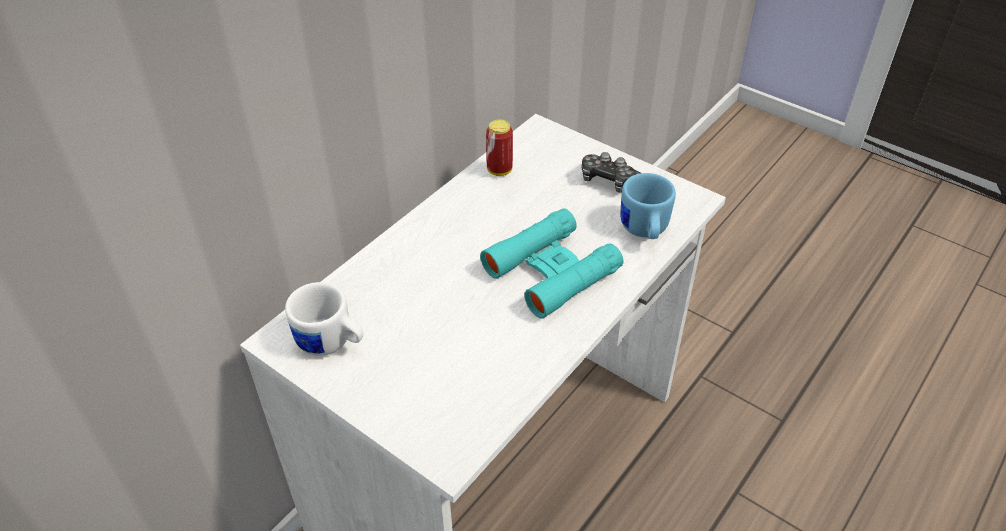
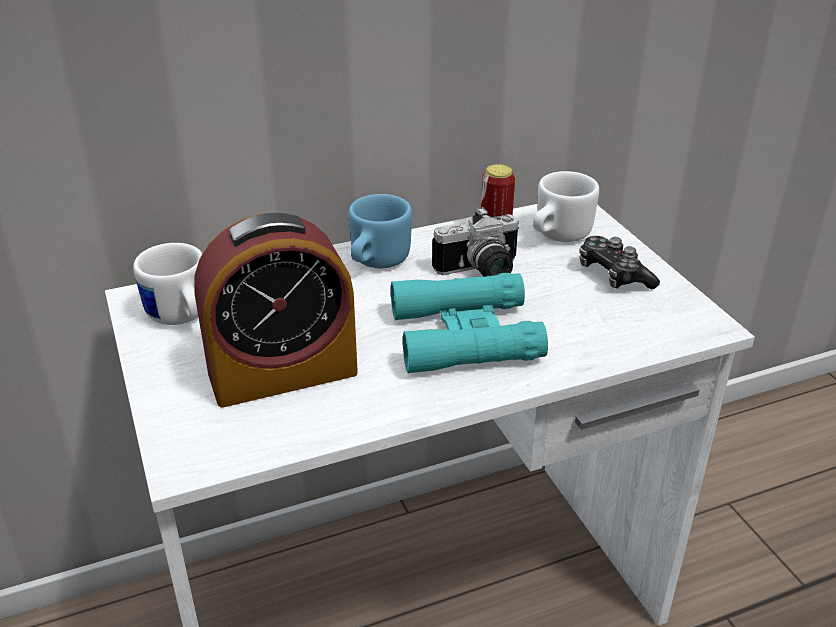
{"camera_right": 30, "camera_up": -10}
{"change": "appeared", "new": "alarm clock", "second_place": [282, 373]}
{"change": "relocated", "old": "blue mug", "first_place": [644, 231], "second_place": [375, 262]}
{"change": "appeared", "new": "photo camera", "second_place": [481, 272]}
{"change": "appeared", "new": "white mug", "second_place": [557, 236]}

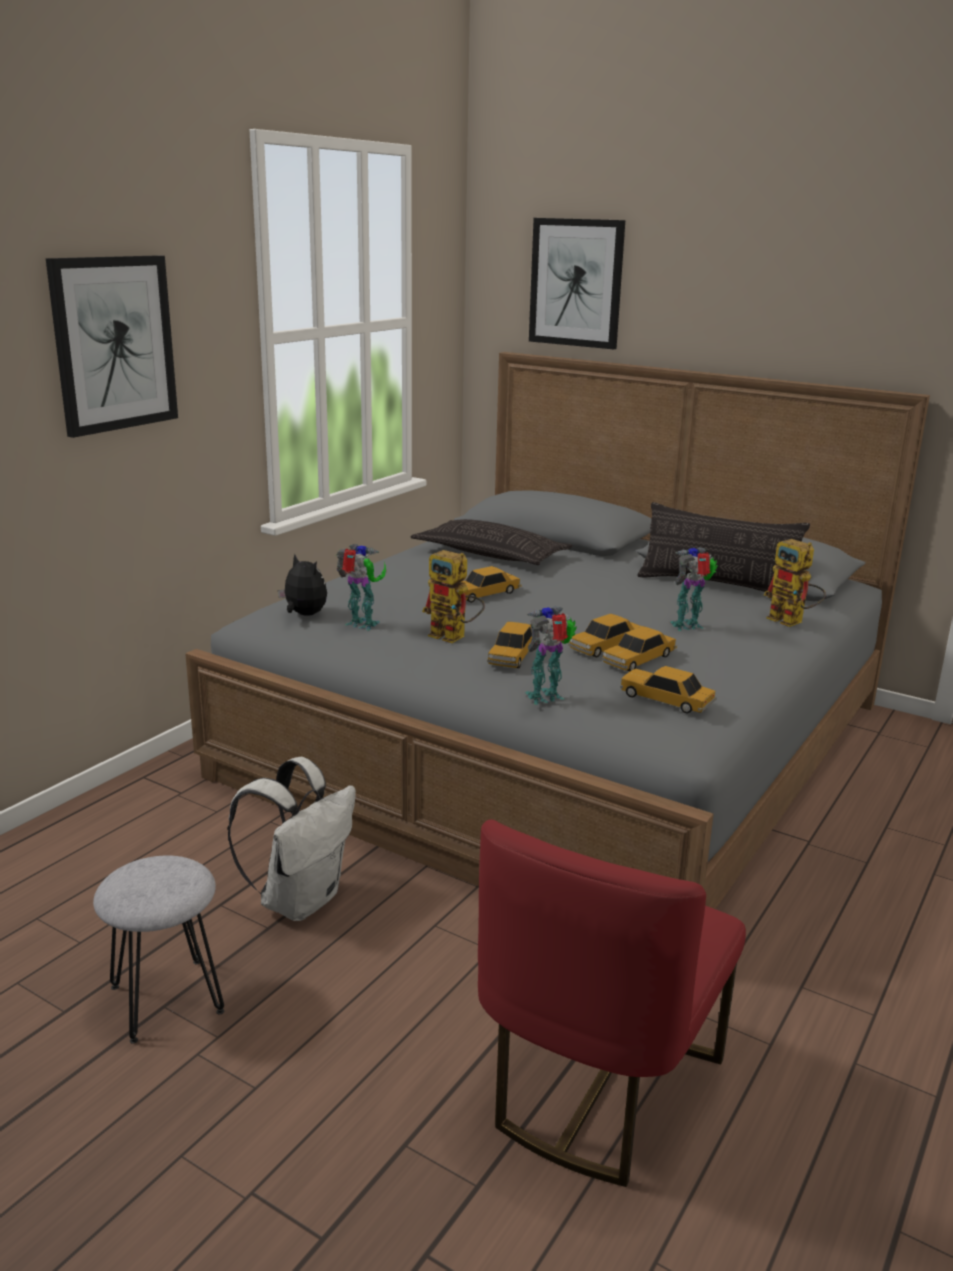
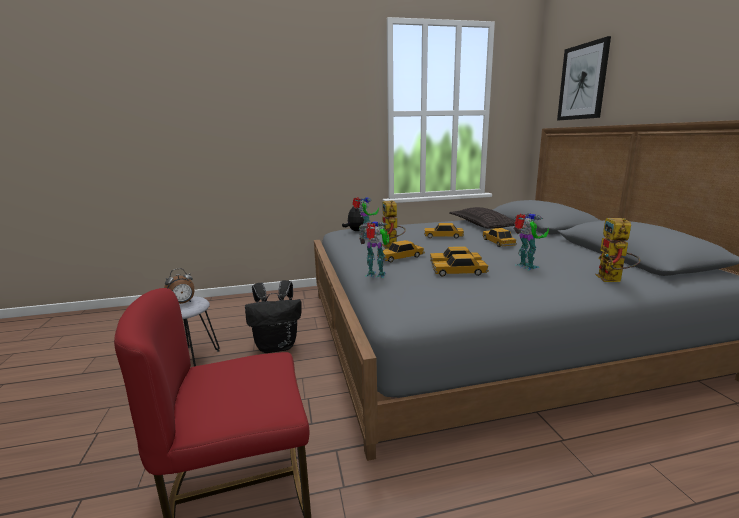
{"camera_right": 45, "camera_up": -5}
{"change": "appeared", "new": "alarm clock", "second_place": [182, 303]}
{"change": "colour", "old": "white backpack", "new": "black backpack", "first_place": [300, 899], "second_place": [277, 346]}
{"change": "relocated", "old": "toy car", "first_place": [666, 700], "second_place": [498, 242]}
{"change": "spun", "old": "toy robot", "first_place": [689, 626], "second_place": [526, 267], "degrees": 45}
{"change": "missing", "old": "picture", "first_place": [114, 344]}
{"change": "missing", "old": "pillow", "first_place": [717, 586]}

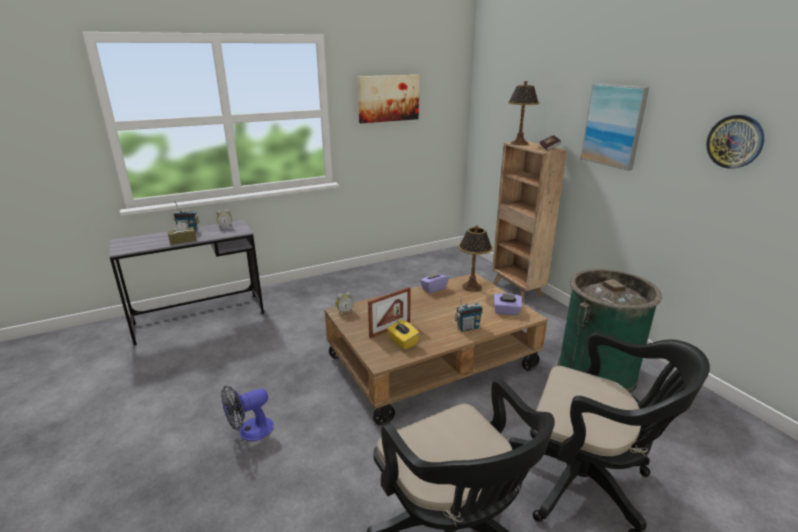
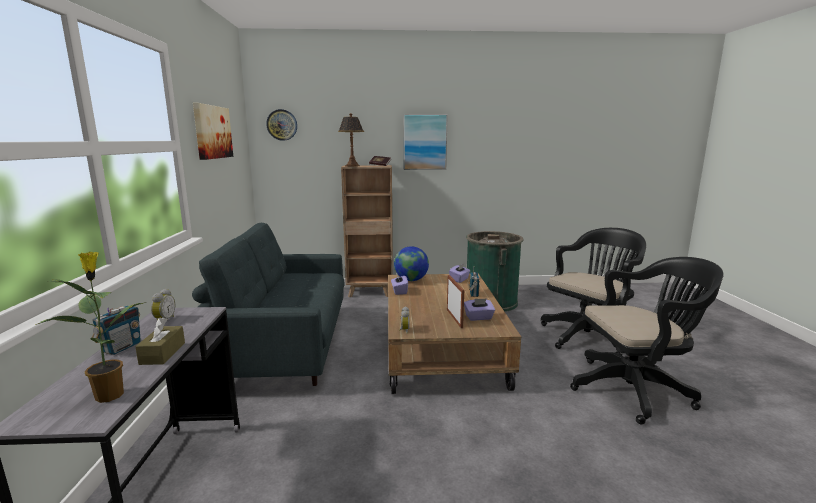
{"camera_right": -65, "camera_up": -10}
{"change": "appeared", "new": "potted plant", "second_place": [110, 394]}
{"change": "appeared", "new": "grey sofa", "second_place": [286, 347]}
{"change": "relocated", "old": "wall clock", "first_place": [735, 141], "second_place": [282, 125]}
{"change": "exchanged", "old": "table lamp", "new": "globe", "first_place": [472, 287], "second_place": [411, 280]}
{"change": "colour", "old": "yellow tissue box", "new": "purple tissue box", "first_place": [402, 342], "second_place": [479, 317]}
{"change": "missing", "old": "fan", "first_place": [250, 431]}

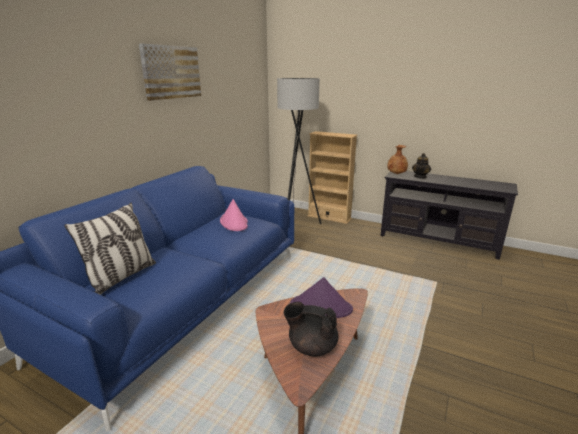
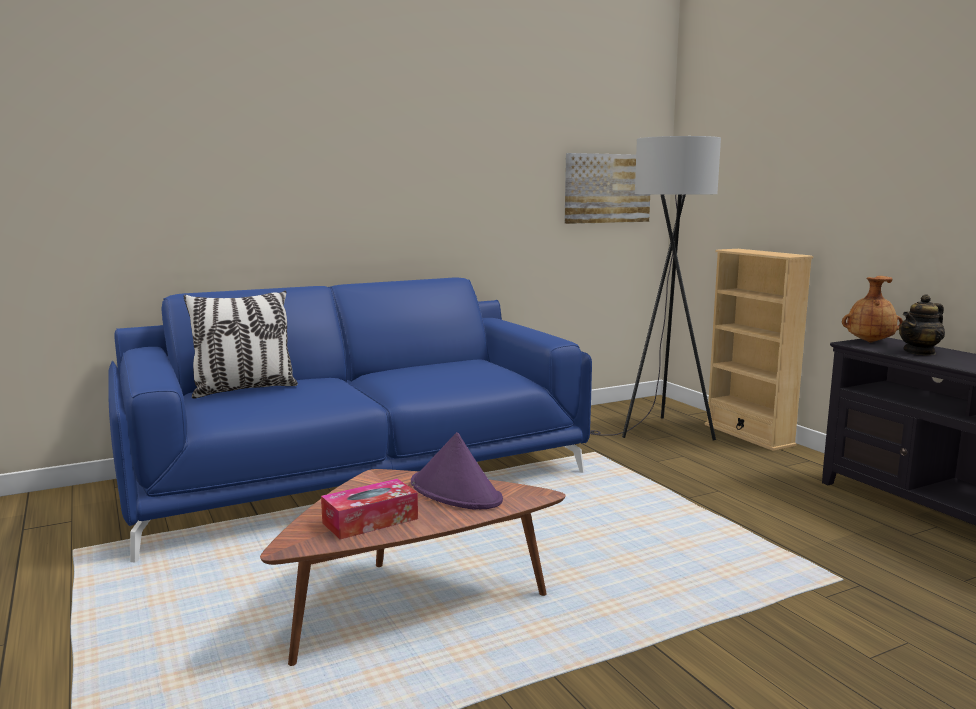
{"camera_right": 35, "camera_up": -10}
{"change": "exchanged", "old": "black teapot", "new": "tissue box", "first_place": [311, 347], "second_place": [370, 521]}
{"change": "relocated", "old": "picture", "first_place": [171, 72], "second_place": [607, 188]}
{"change": "missing", "old": "pink hat", "first_place": [234, 222]}

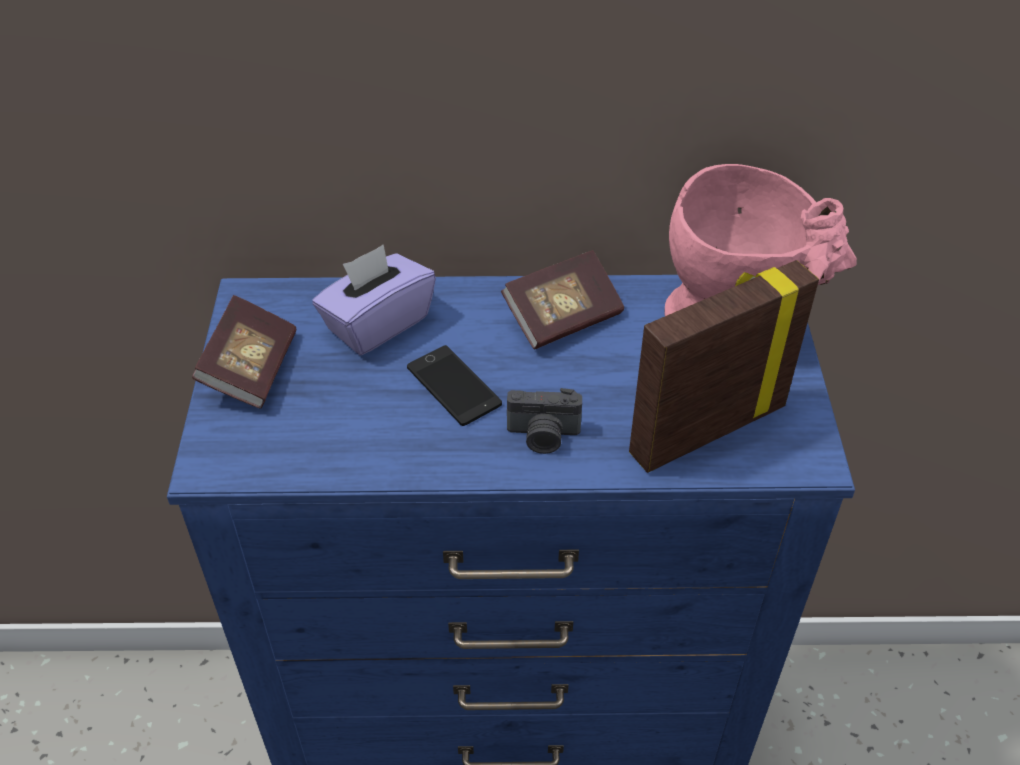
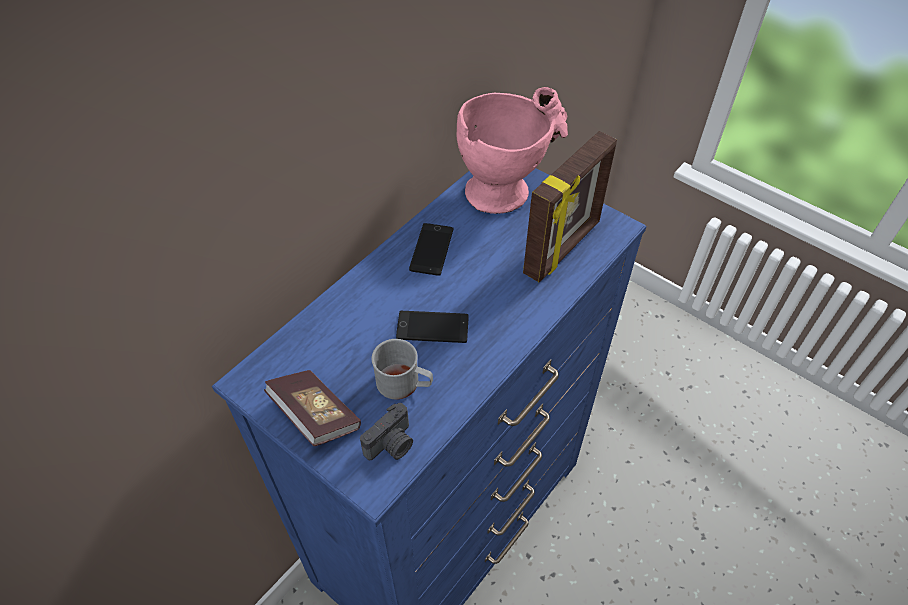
{"camera_right": -50, "camera_up": 5}
{"change": "relocated", "old": "photo camera", "first_place": [543, 436], "second_place": [392, 445]}
{"change": "appeared", "new": "grey mug", "second_place": [404, 384]}
{"change": "exchanged", "old": "book", "new": "phone", "first_place": [562, 317], "second_place": [431, 249]}
{"change": "spun", "old": "picture frame", "first_place": [706, 428], "second_place": [563, 248], "degrees": -150}
{"change": "missing", "old": "purple tissue box", "first_place": [377, 323]}

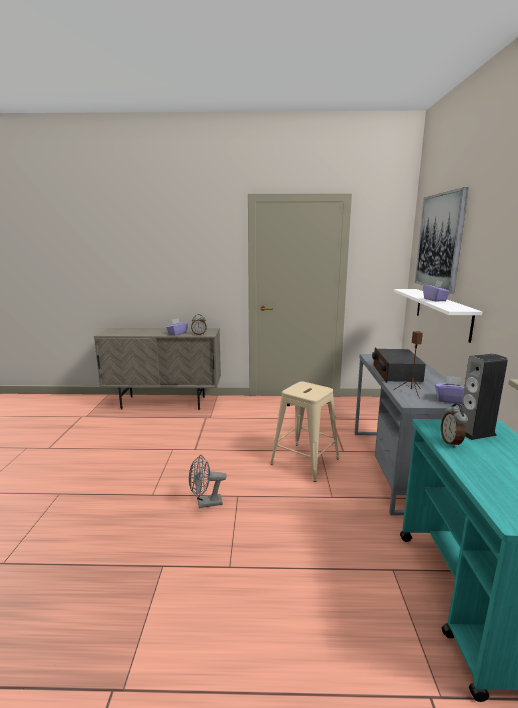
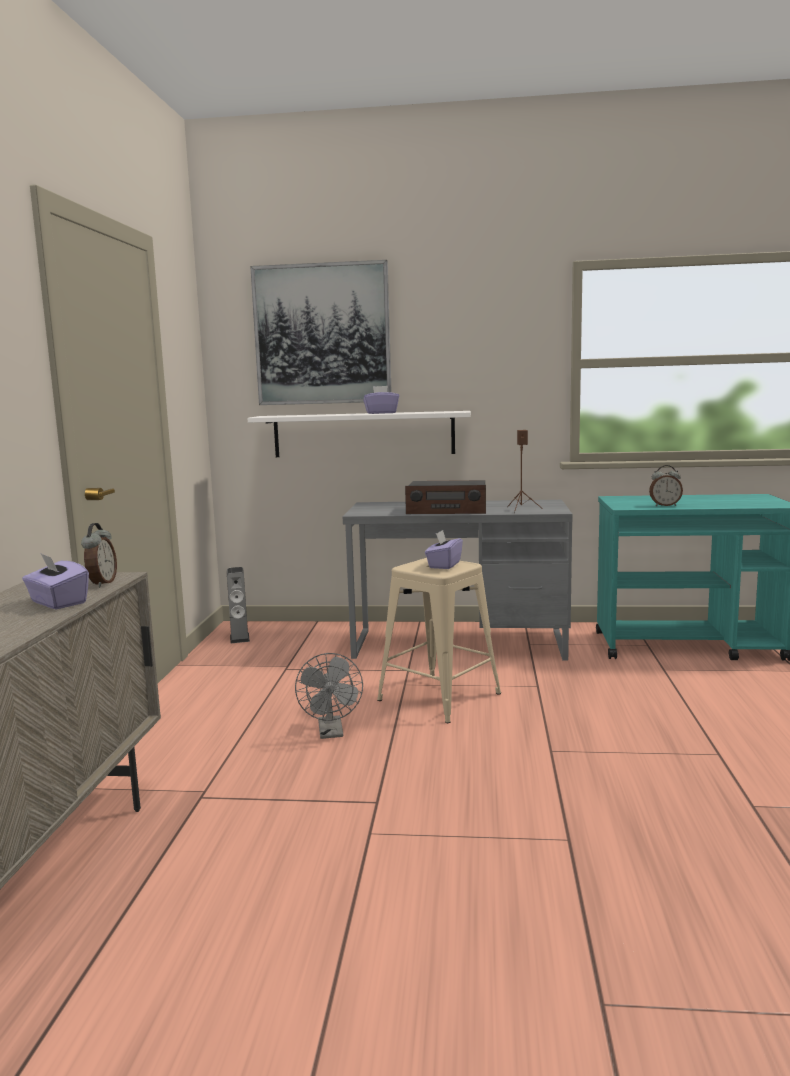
{"camera_right": -85, "camera_up": -5}
{"change": "relocated", "old": "speaker", "first_place": [475, 433], "second_place": [239, 638]}
{"change": "relocated", "old": "grey fan", "first_place": [205, 503], "second_place": [331, 733]}
{"change": "relocated", "old": "purple tissue box", "first_place": [450, 400], "second_place": [444, 565]}

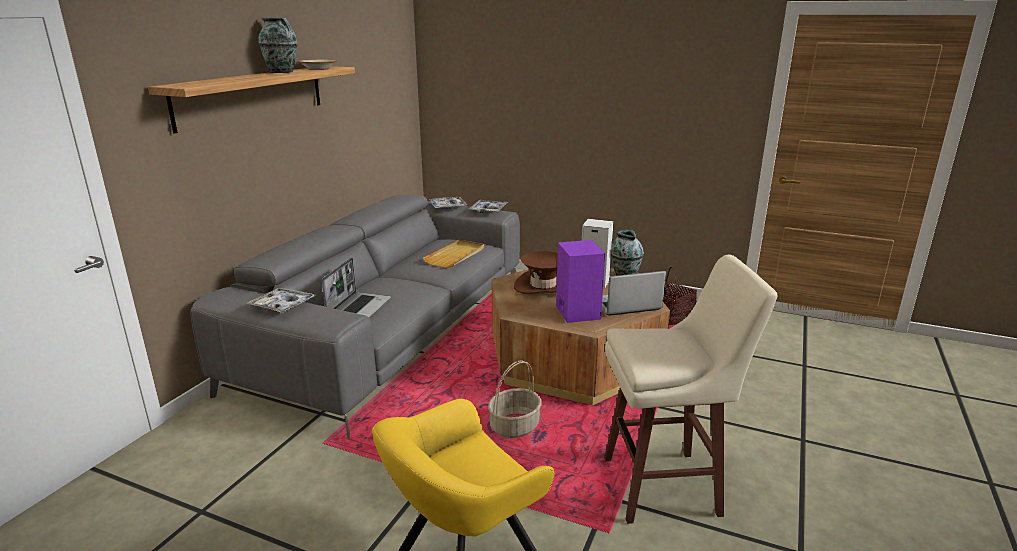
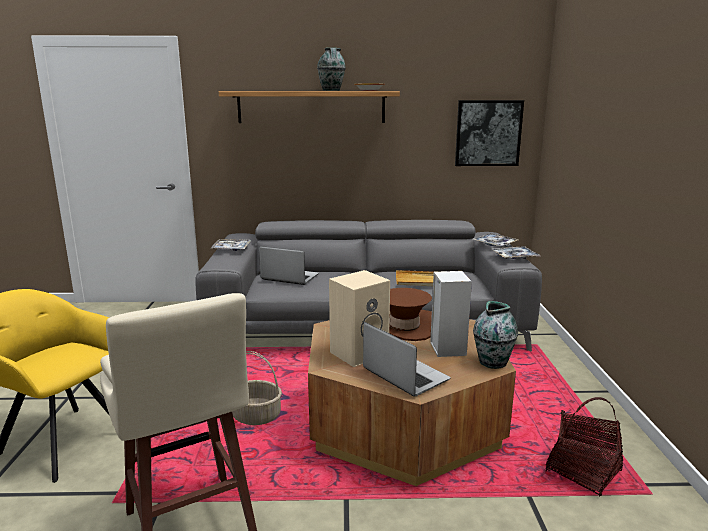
{"camera_right": 65, "camera_up": -5}
{"change": "spun", "old": "laptop", "first_place": [359, 308], "second_place": [289, 277], "degrees": -150}
{"change": "colour", "old": "purple speaker", "new": "beige speaker", "first_place": [576, 312], "second_place": [359, 352]}
{"change": "appeared", "new": "picture", "second_place": [488, 133]}

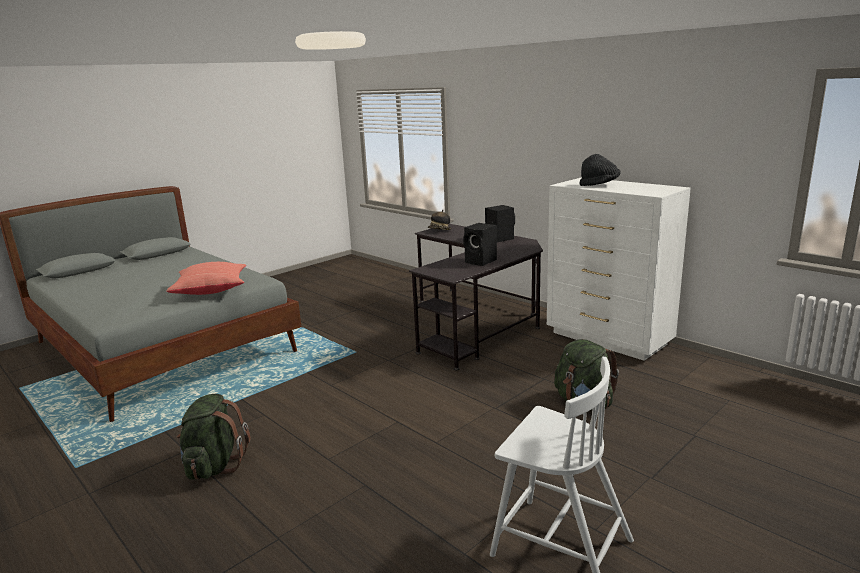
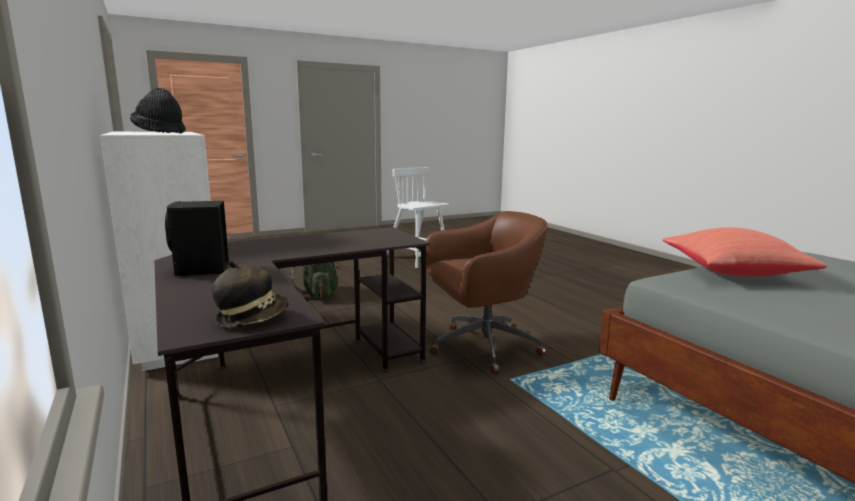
{"camera_right": -165, "camera_up": -5}
{"change": "appeared", "new": "brown office chair", "second_place": [481, 347]}
{"change": "missing", "old": "green backpack", "first_place": [214, 465]}
{"change": "missing", "old": "black speaker", "first_place": [481, 261]}

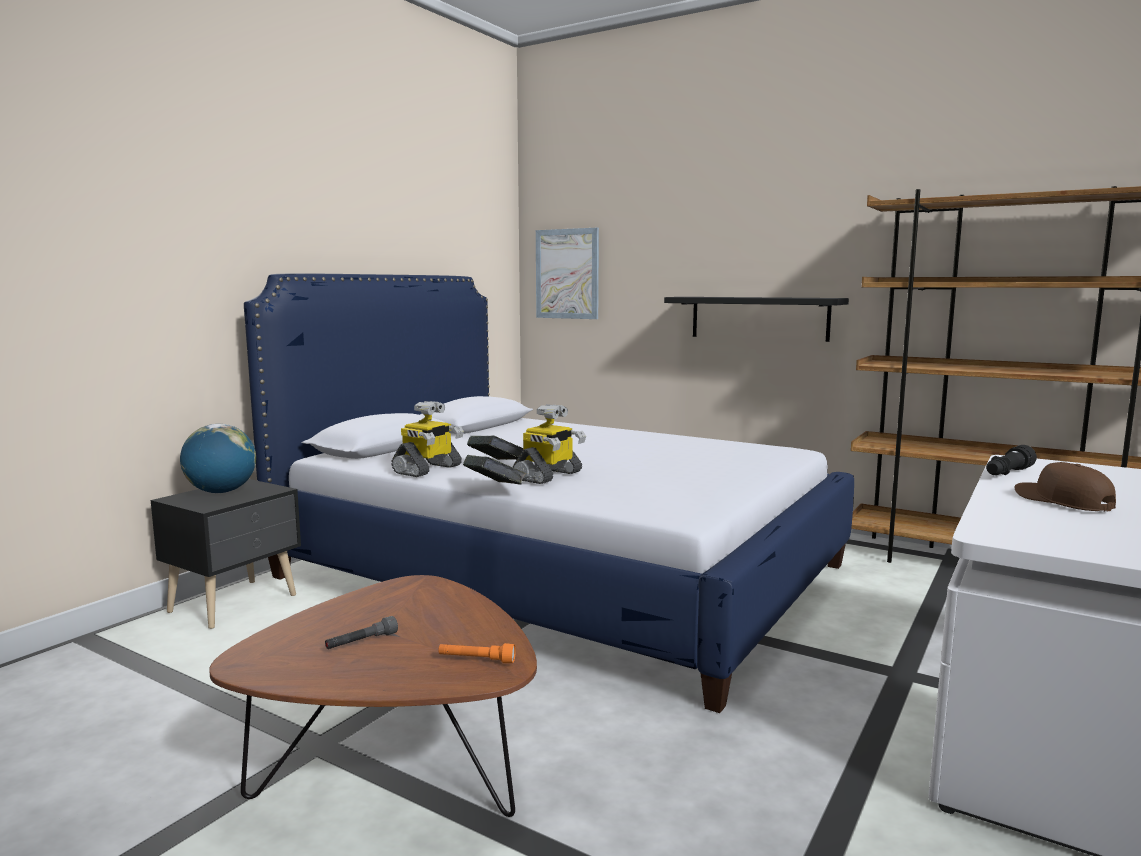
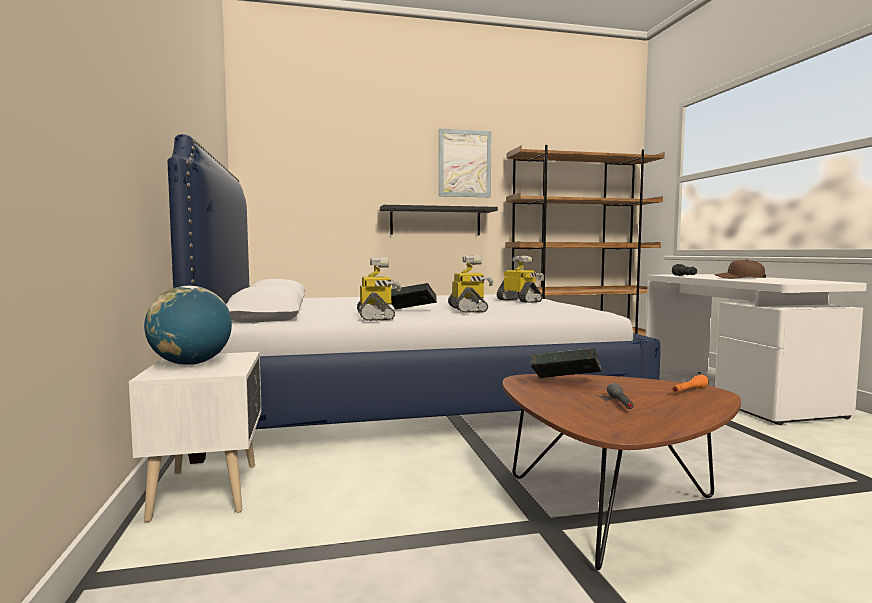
{"camera_right": -45, "camera_up": -5}
{"change": "colour", "old": "black nightstand", "new": "white nightstand", "first_place": [236, 603], "second_place": [209, 489]}
{"change": "relocated", "old": "picture", "first_place": [567, 274], "second_place": [464, 163]}
{"change": "appeared", "new": "toy robot", "second_place": [520, 301]}
{"change": "relocated", "old": "book", "first_place": [494, 490], "second_place": [565, 384]}

